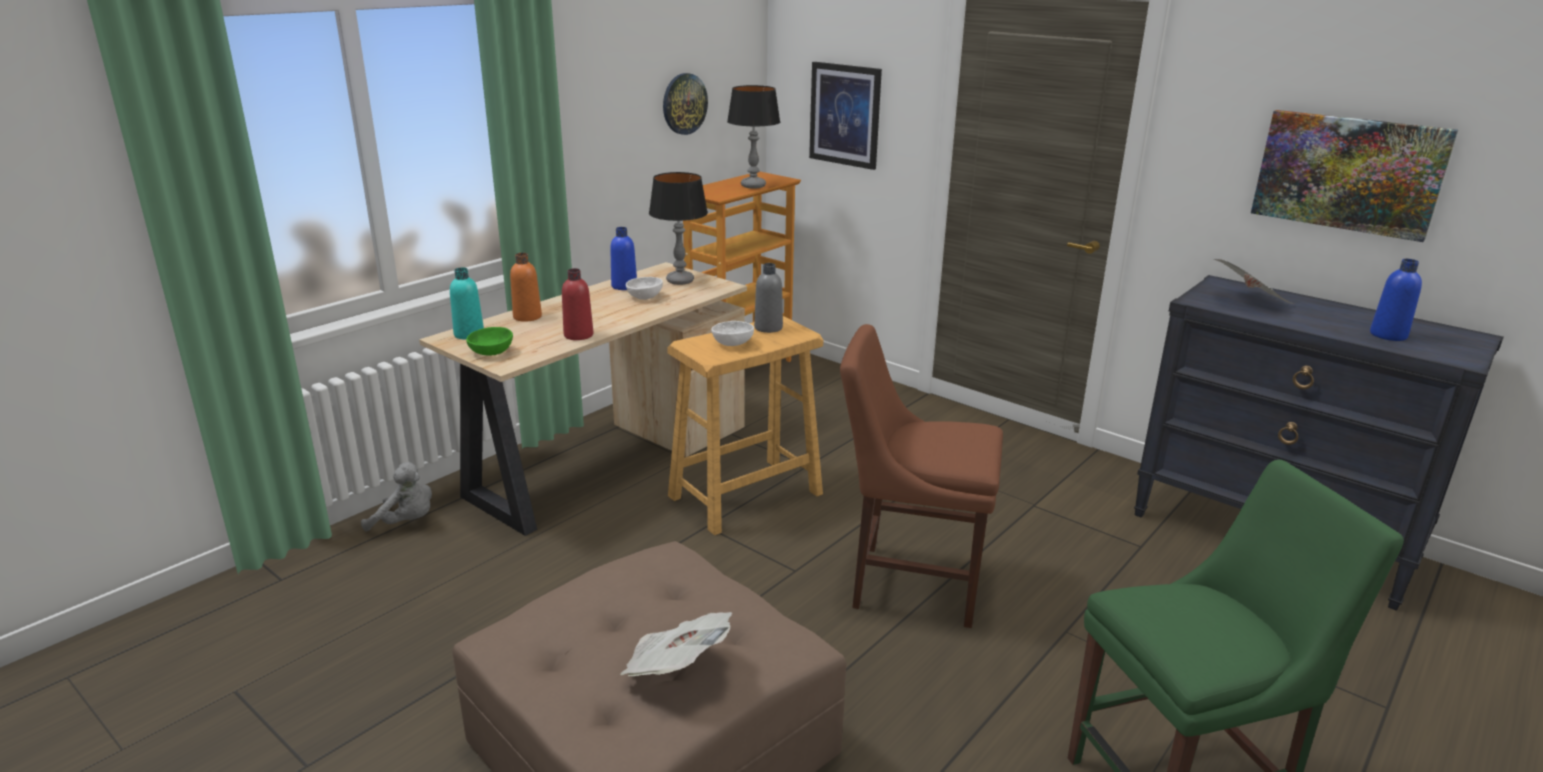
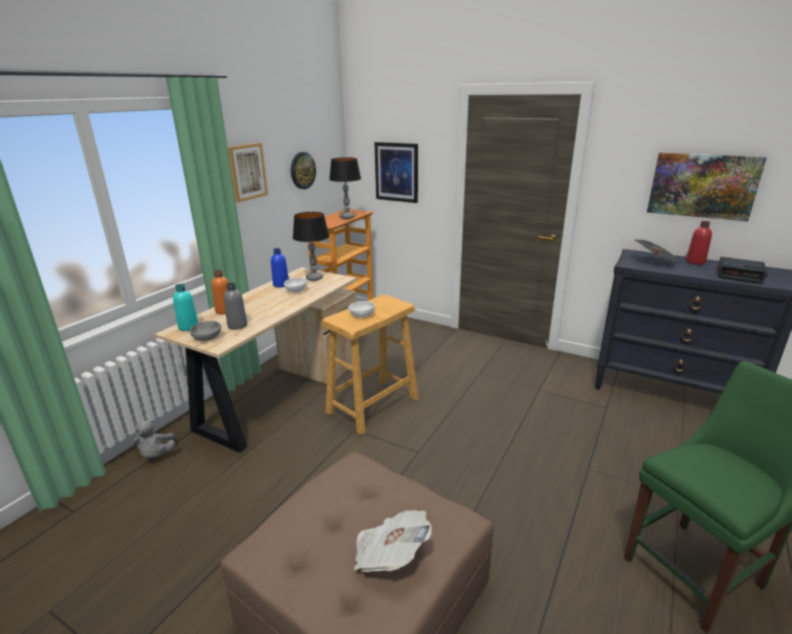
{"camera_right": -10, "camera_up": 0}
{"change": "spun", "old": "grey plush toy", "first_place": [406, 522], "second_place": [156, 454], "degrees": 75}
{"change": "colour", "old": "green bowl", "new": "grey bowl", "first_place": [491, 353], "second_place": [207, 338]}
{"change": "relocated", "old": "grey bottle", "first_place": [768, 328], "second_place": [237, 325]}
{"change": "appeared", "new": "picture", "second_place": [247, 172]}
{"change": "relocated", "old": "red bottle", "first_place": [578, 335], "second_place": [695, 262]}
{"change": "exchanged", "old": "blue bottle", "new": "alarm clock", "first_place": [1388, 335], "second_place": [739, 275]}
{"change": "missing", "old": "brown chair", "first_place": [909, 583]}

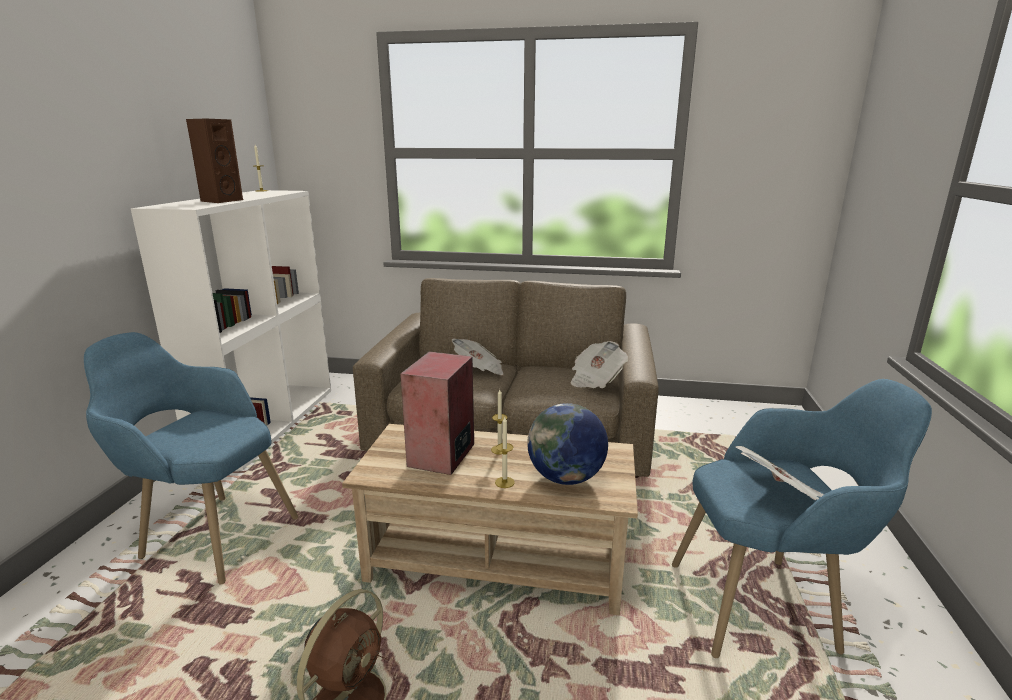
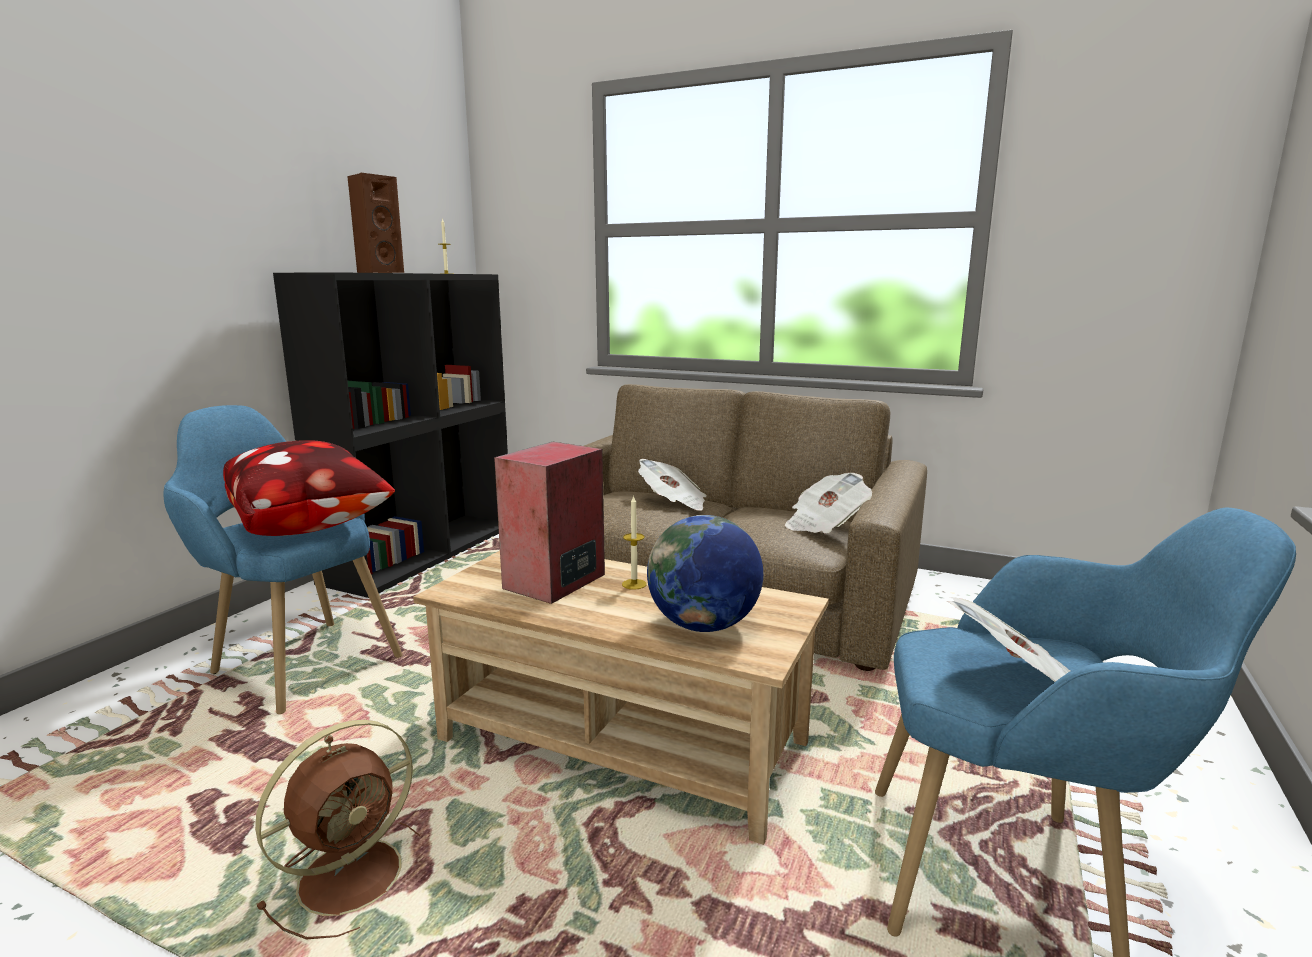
{"camera_right": 15, "camera_up": -5}
{"change": "appeared", "new": "pillow", "second_place": [311, 526]}
{"change": "colour", "old": "white bookcase", "new": "black bookcase", "first_place": [267, 422], "second_place": [423, 552]}
{"change": "missing", "old": "candle", "first_place": [504, 482]}

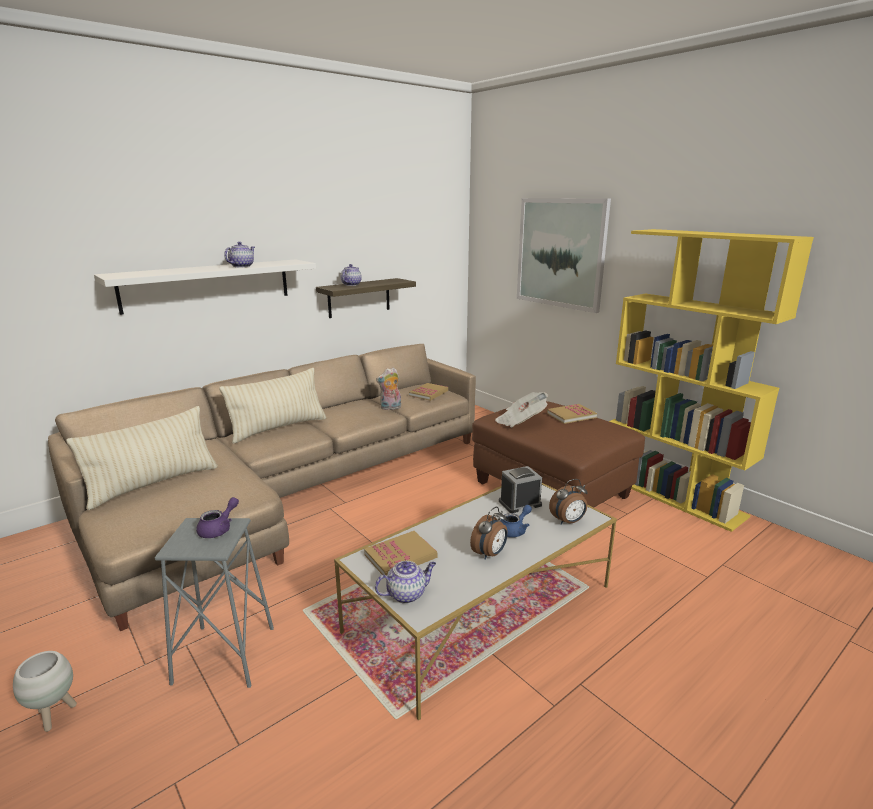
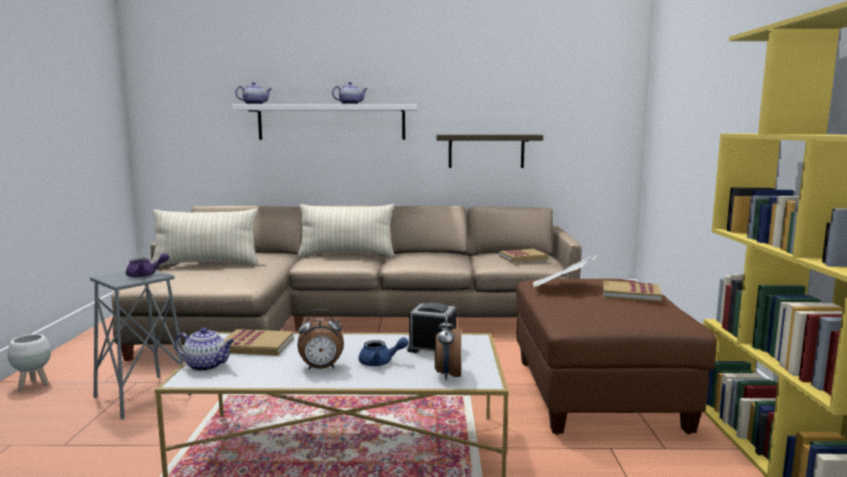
{"camera_right": 40, "camera_up": -10}
{"change": "relocated", "old": "teapot", "first_place": [351, 284], "second_place": [255, 104]}
{"change": "spun", "old": "alarm clock", "first_place": [568, 521], "second_place": [447, 375], "degrees": 75}
{"change": "missing", "old": "plush toy", "first_place": [390, 408]}
{"change": "missing", "old": "picture", "first_place": [560, 253]}

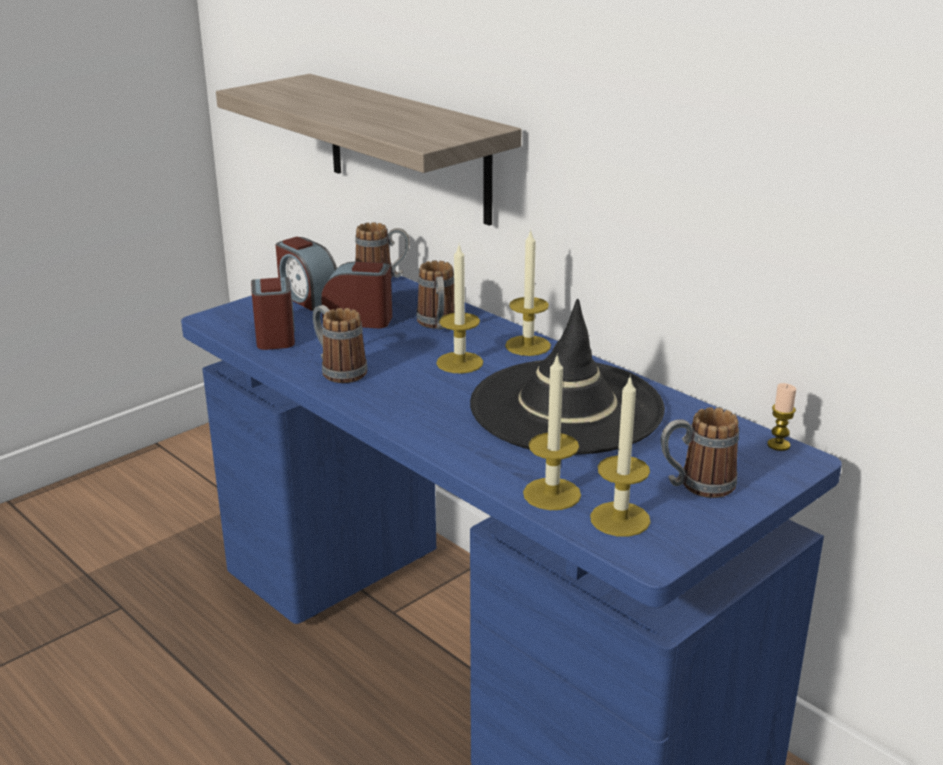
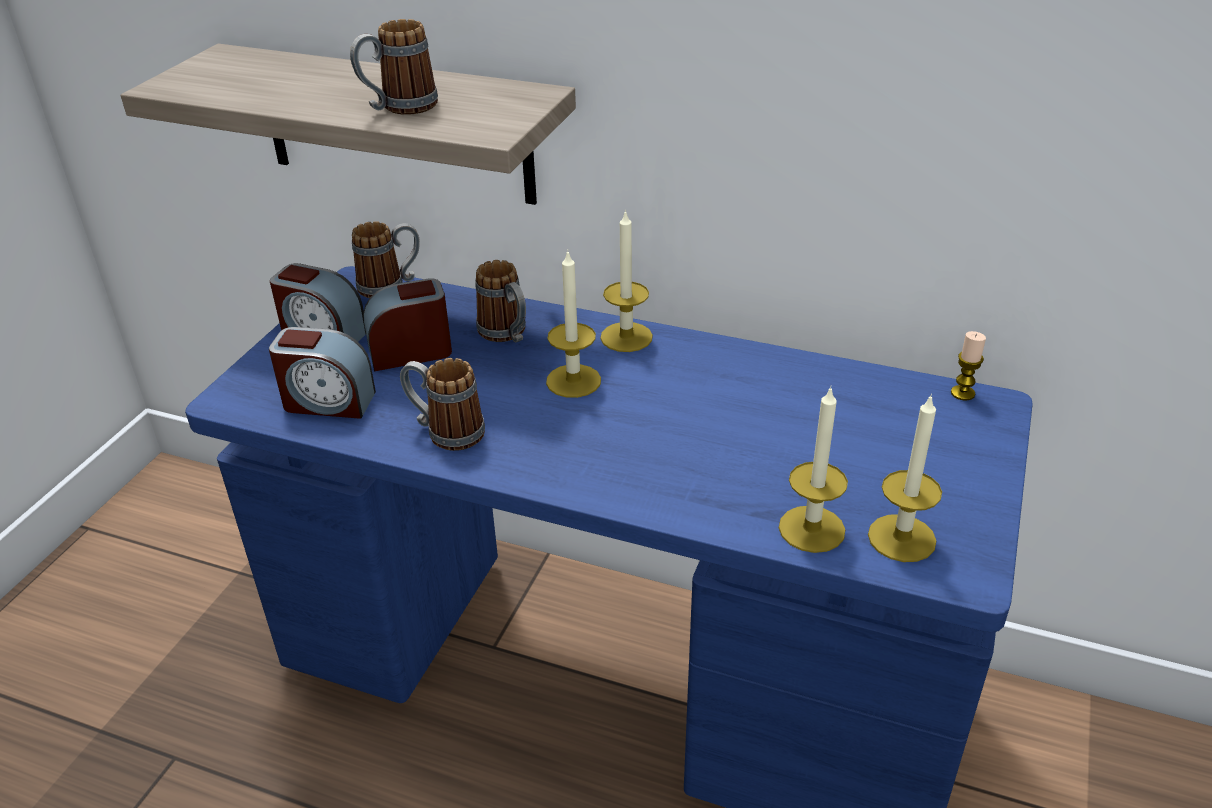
{"camera_right": -25, "camera_up": 10}
{"change": "spun", "old": "alarm clock", "first_place": [275, 335], "second_place": [328, 402], "degrees": 135}
{"change": "relocated", "old": "mug", "first_place": [696, 485], "second_place": [399, 108]}
{"change": "missing", "old": "black hat", "first_place": [566, 407]}

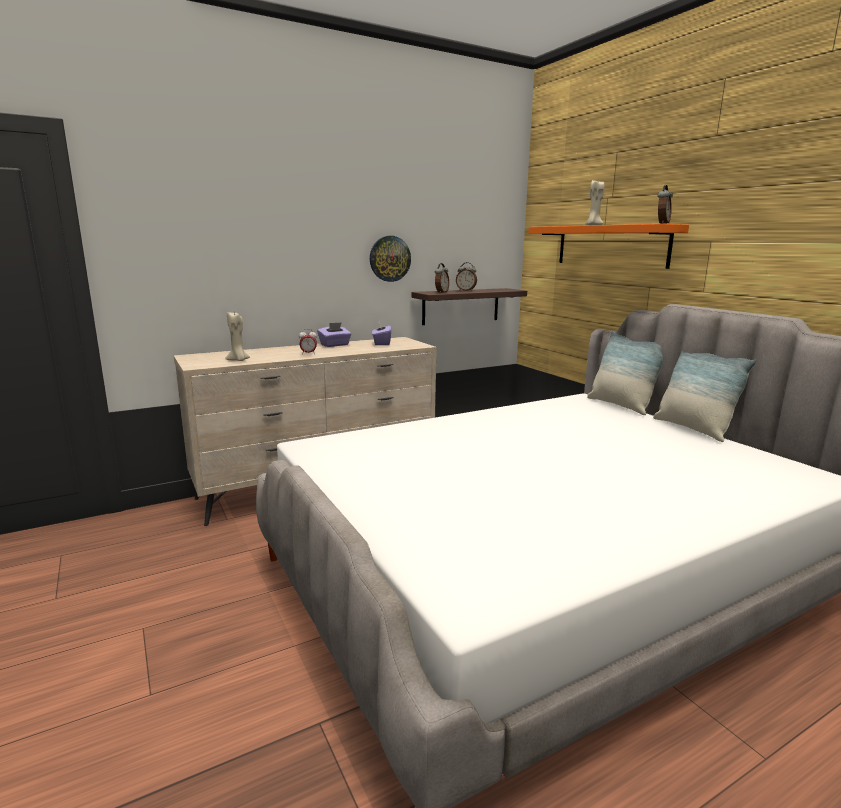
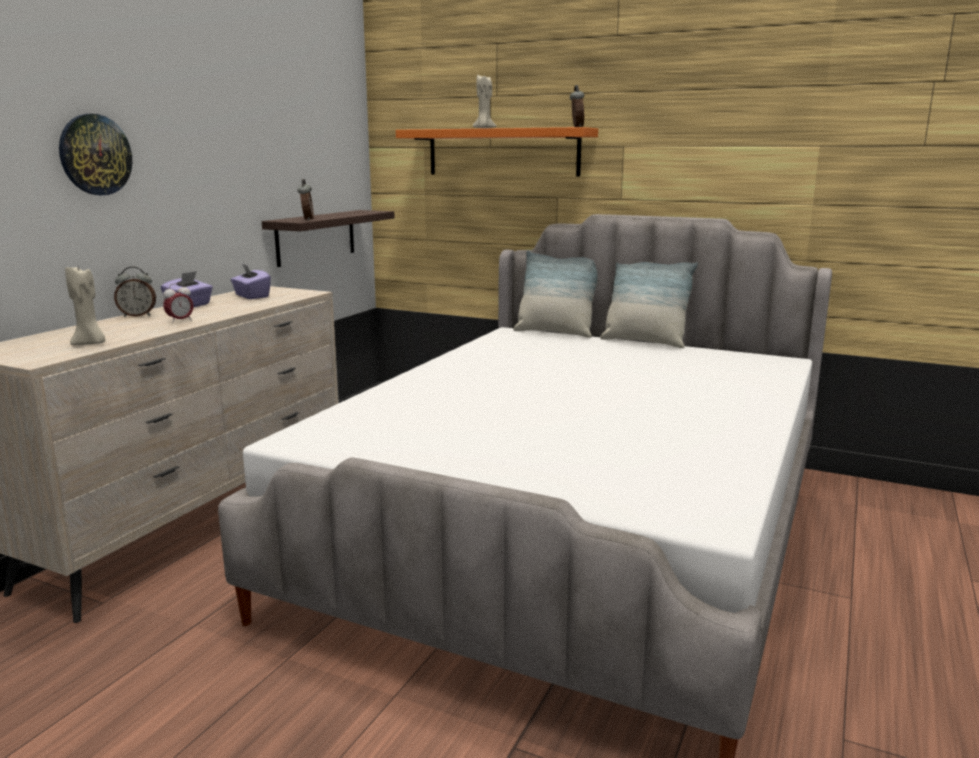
{"camera_right": -35, "camera_up": 0}
{"change": "relocated", "old": "wall clock", "first_place": [389, 258], "second_place": [95, 155]}
{"change": "relocated", "old": "alarm clock", "first_place": [466, 290], "second_place": [138, 315]}

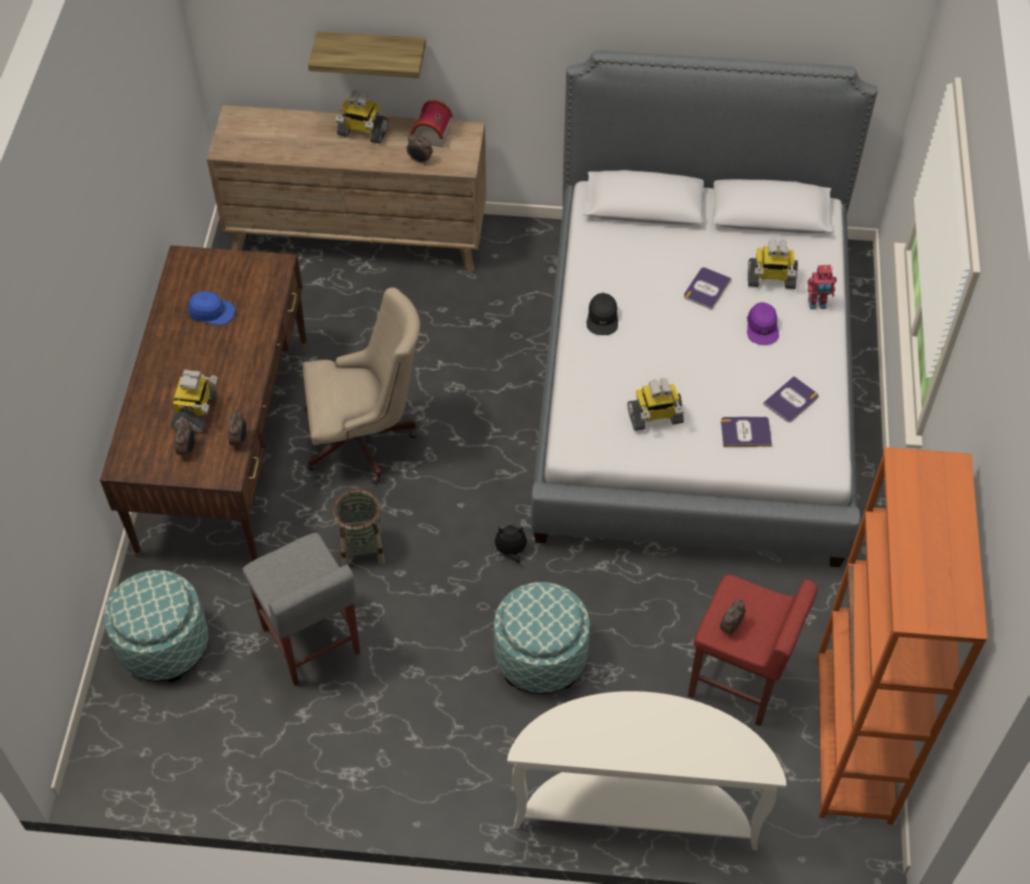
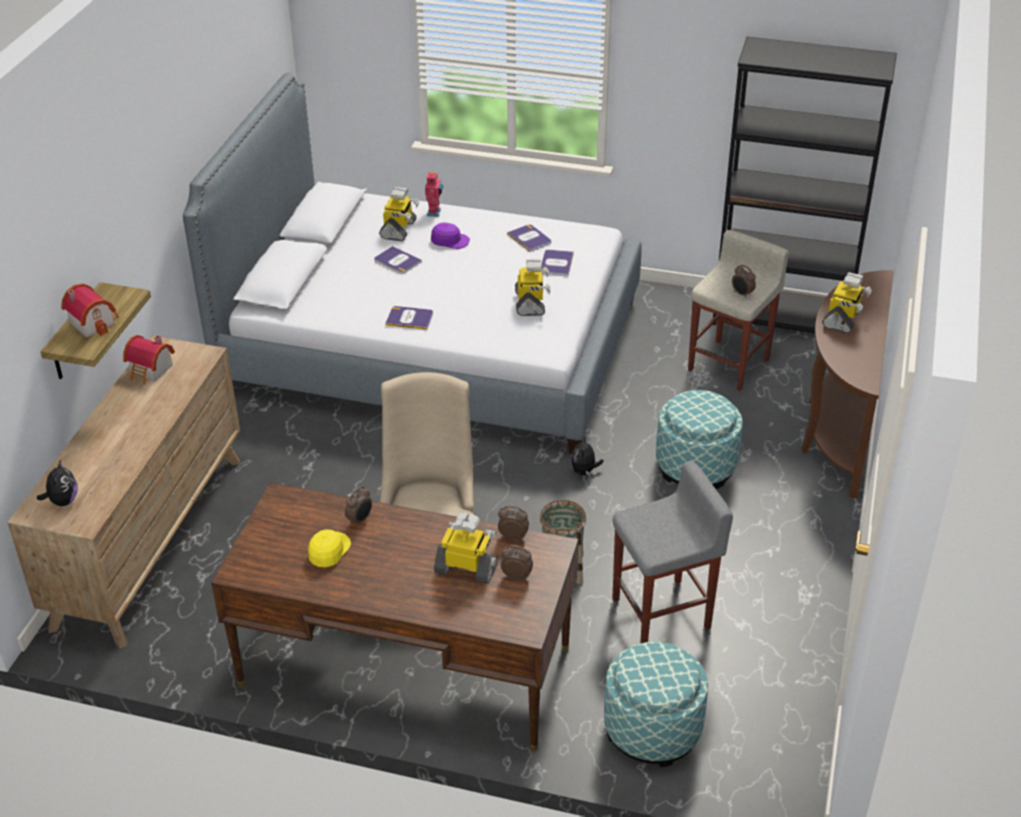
{"camera_right": -80, "camera_up": -15}
{"change": "appeared", "new": "plush toy", "second_place": [63, 501]}
{"change": "appeared", "new": "toy house", "second_place": [94, 322]}
{"change": "colour", "old": "blue cap", "new": "yellow cap", "first_place": [211, 312], "second_place": [328, 550]}
{"change": "relocated", "old": "alarm clock", "first_place": [420, 160], "second_place": [360, 520]}
{"change": "exchanged", "old": "black cap", "new": "book", "first_place": [602, 318], "second_place": [409, 318]}
{"change": "colour", "old": "red stool", "new": "beige stool", "first_place": [738, 682], "second_place": [729, 364]}
{"change": "colour", "old": "orange bookcase", "new": "black bookcase", "first_place": [853, 739], "second_place": [781, 319]}
{"change": "colour", "old": "white console table", "new": "brown console table", "first_place": [636, 807], "second_place": [837, 430]}
{"change": "relocated", "old": "toy robot", "first_place": [362, 132], "second_place": [843, 319]}

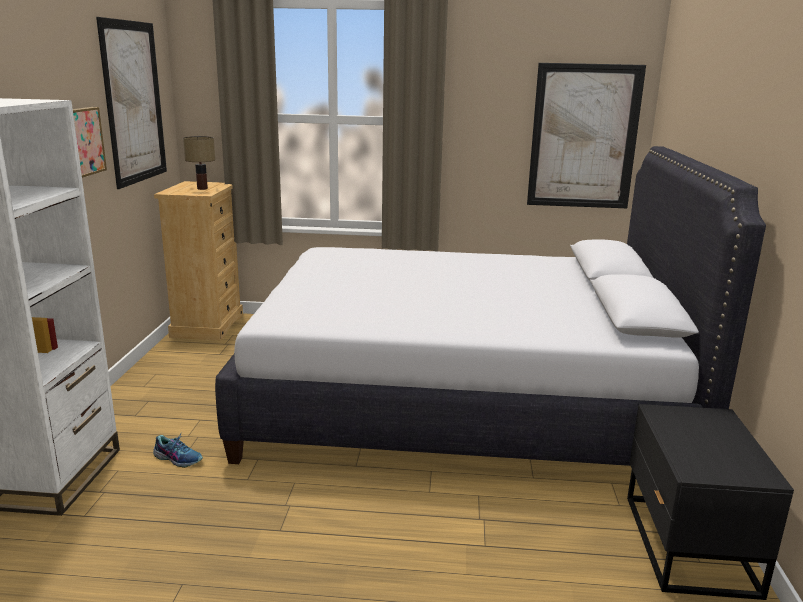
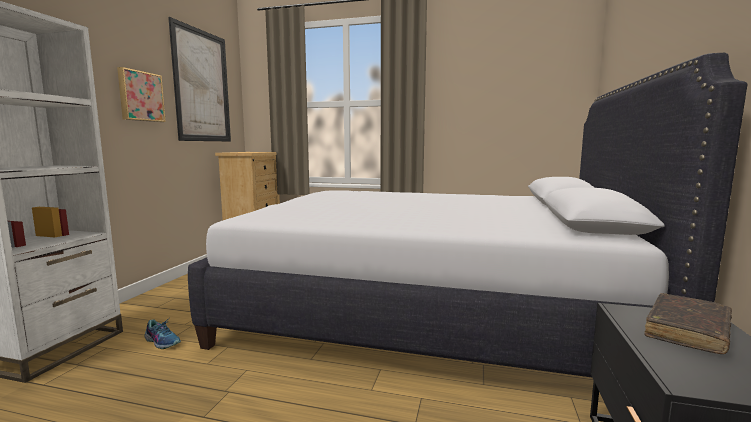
{"camera_right": 10, "camera_up": -10}
{"change": "appeared", "new": "brown book", "second_place": [687, 331]}
{"change": "missing", "old": "table lamp", "first_place": [203, 188]}
{"change": "missing", "old": "picture", "first_place": [584, 137]}

